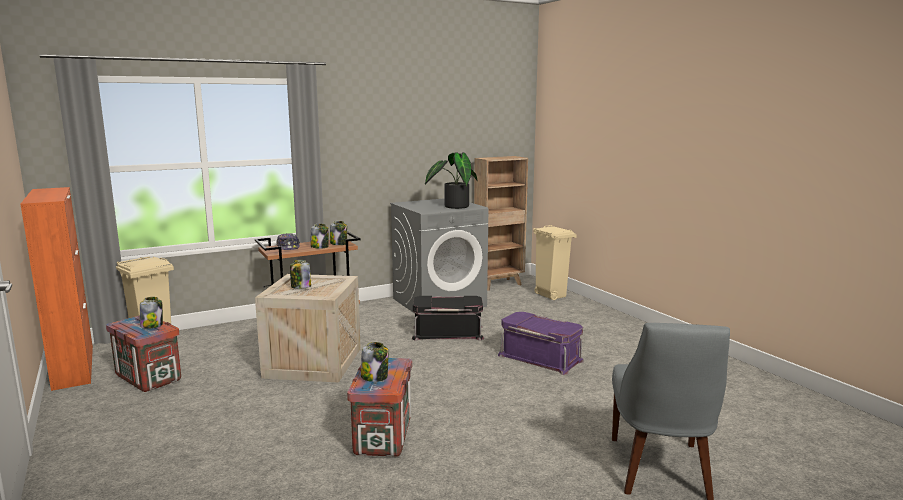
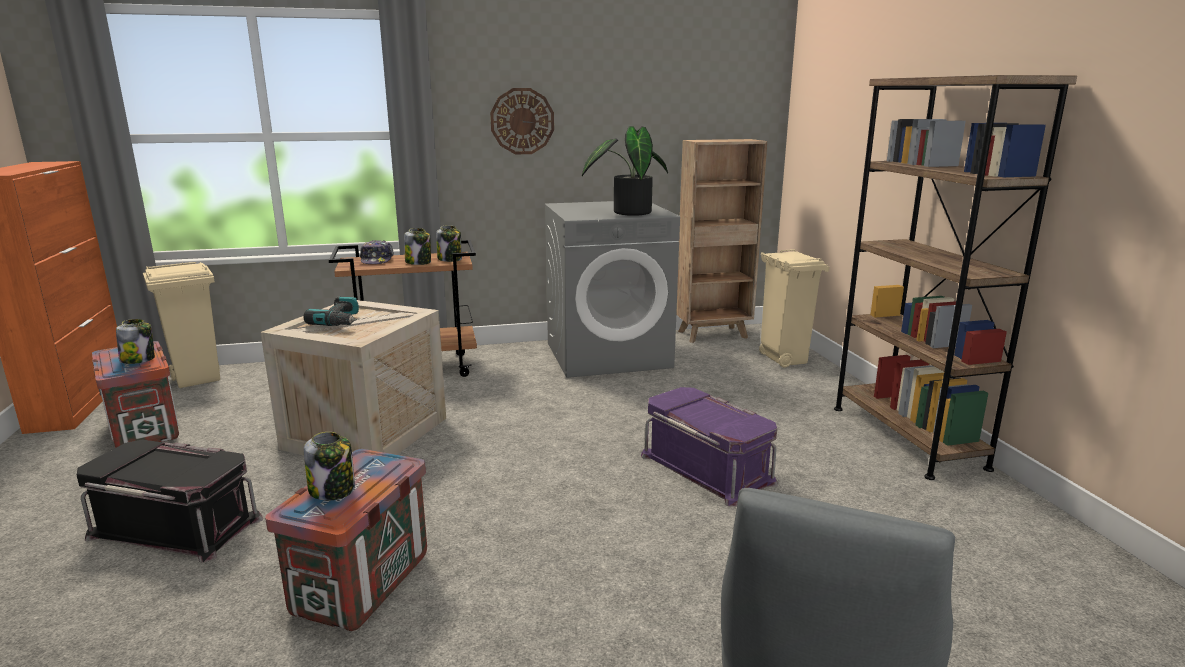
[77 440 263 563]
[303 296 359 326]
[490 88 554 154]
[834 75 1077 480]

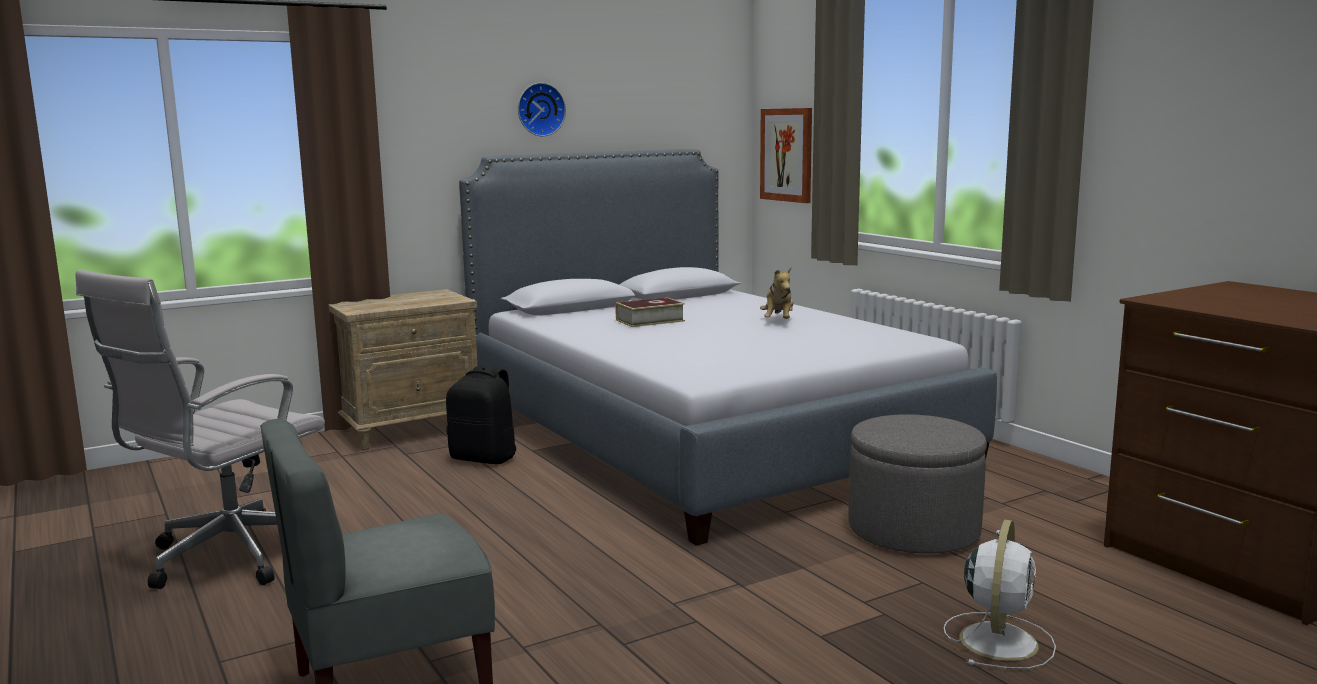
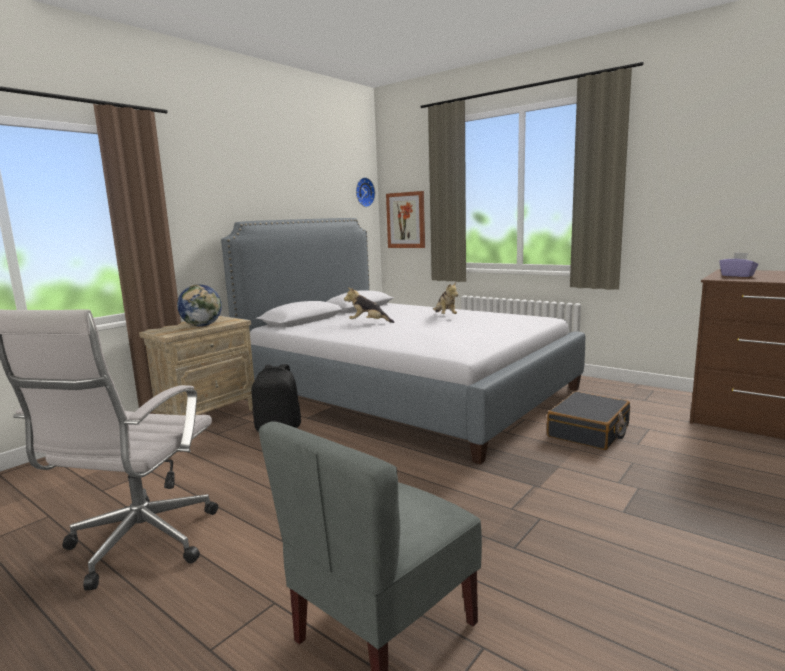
[177 284 222 327]
[344 287 395 323]
[356 177 375 207]
[547 392 630 450]
[719 252 758 277]
[944 520 1056 669] (first image)

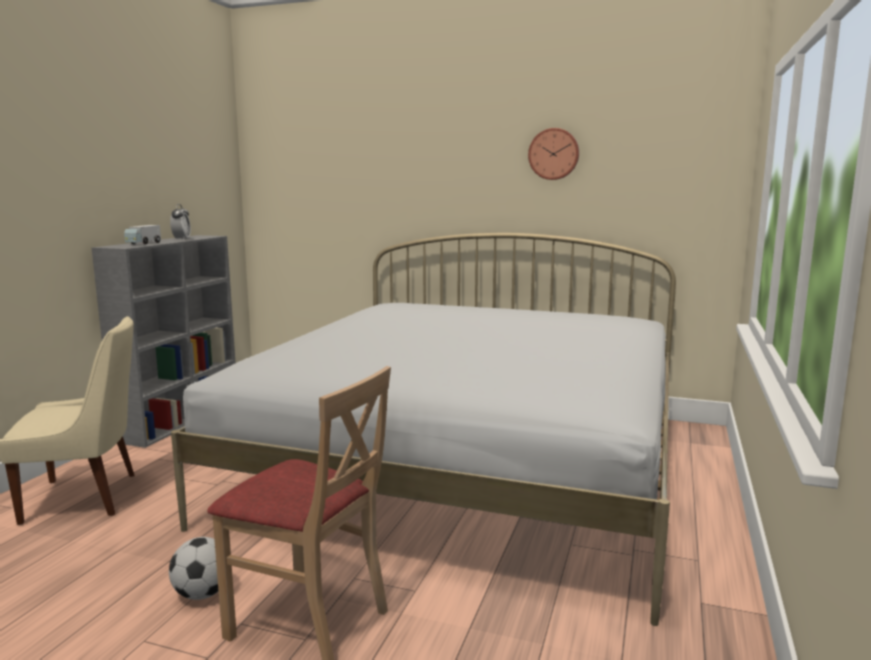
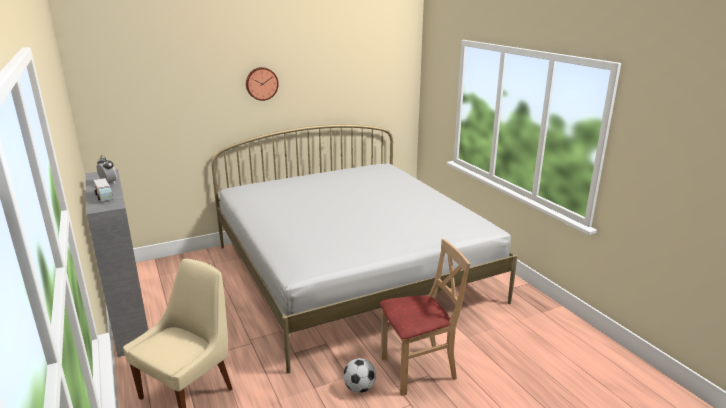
[246 67 279 101]

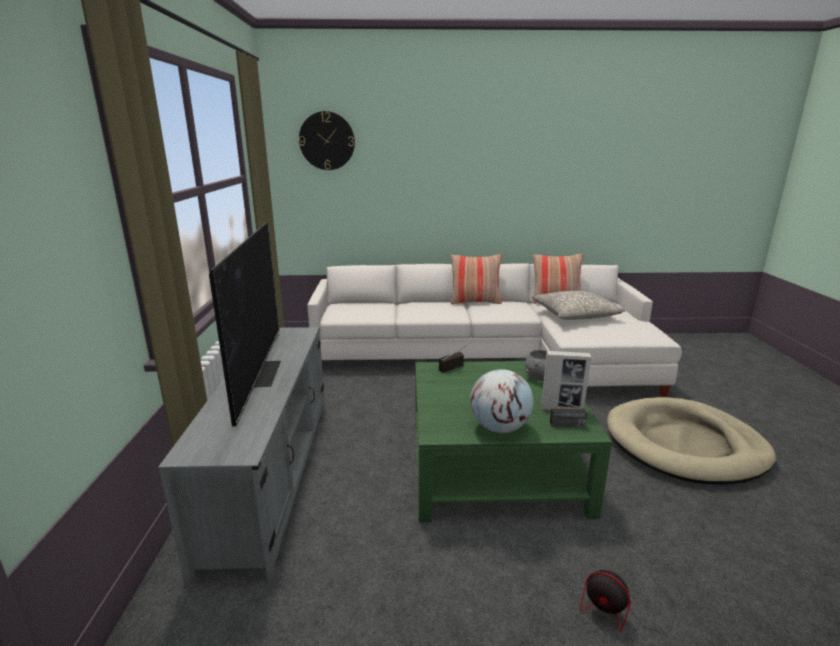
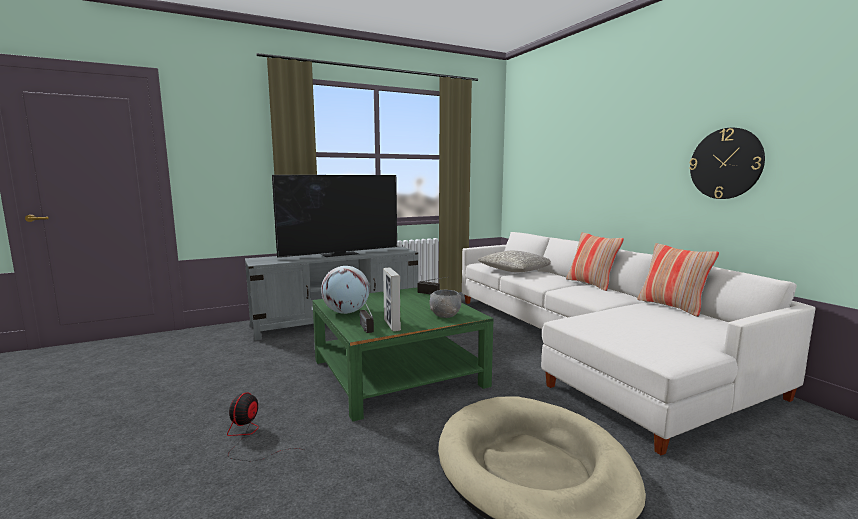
[478 251 551 272]
[689 128 765 199]

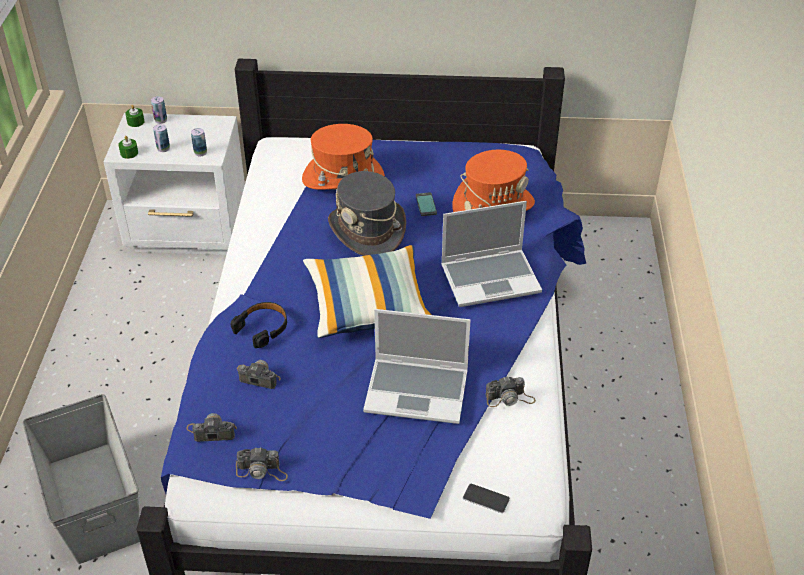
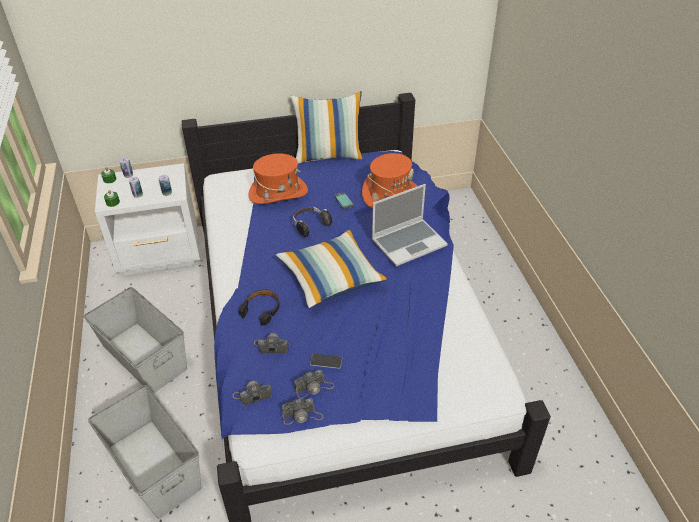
[84 287 187 393]
[291 91 363 164]
[293 207 332 237]
[294 370 334 399]
[310 354 342 369]
[363 309 471 424] (first image)

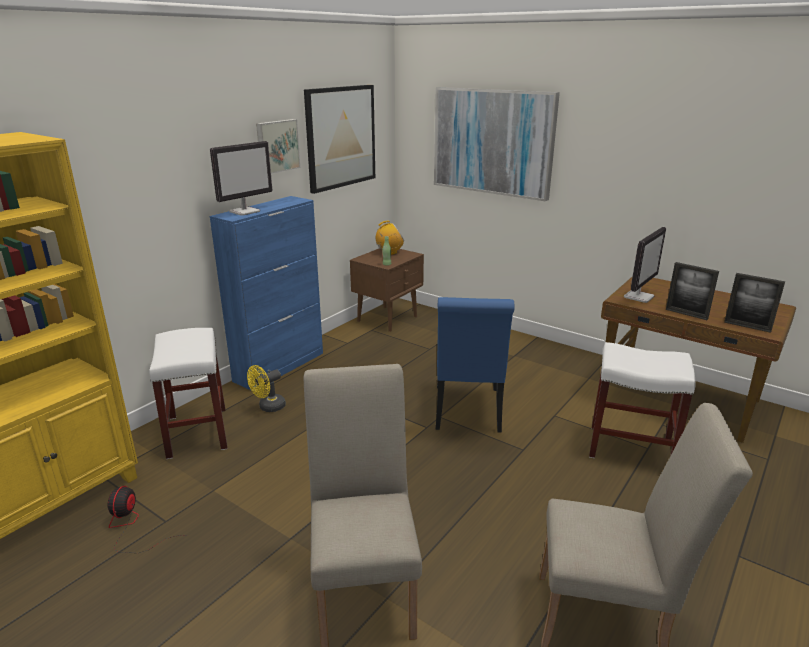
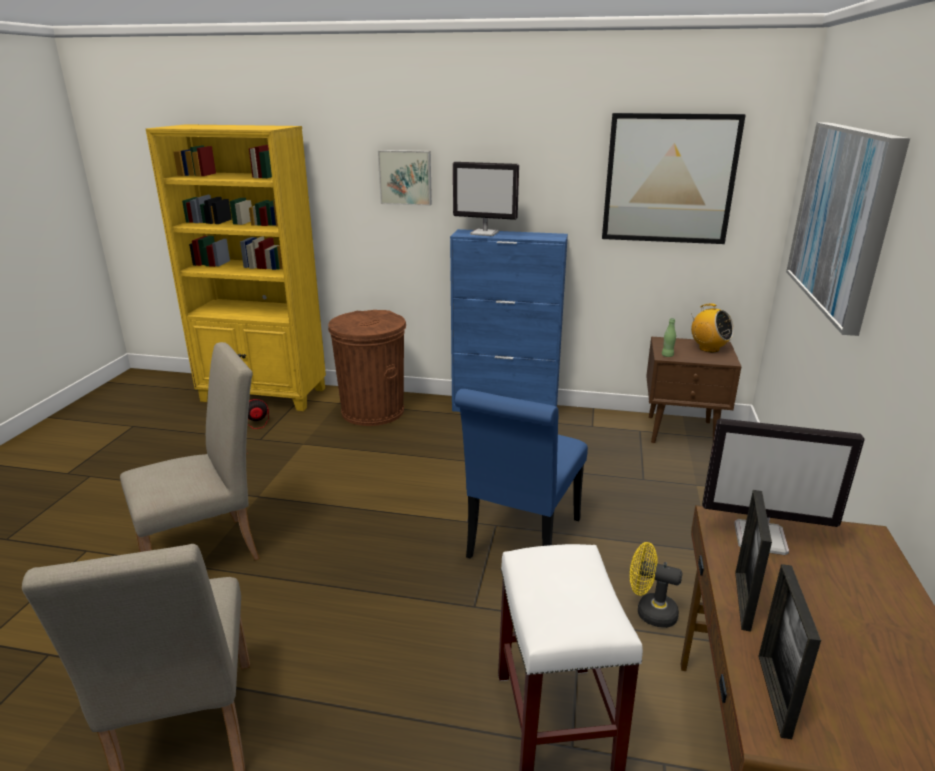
[328 310 406 426]
[378 150 432 206]
[455 389 588 559]
[630 542 683 628]

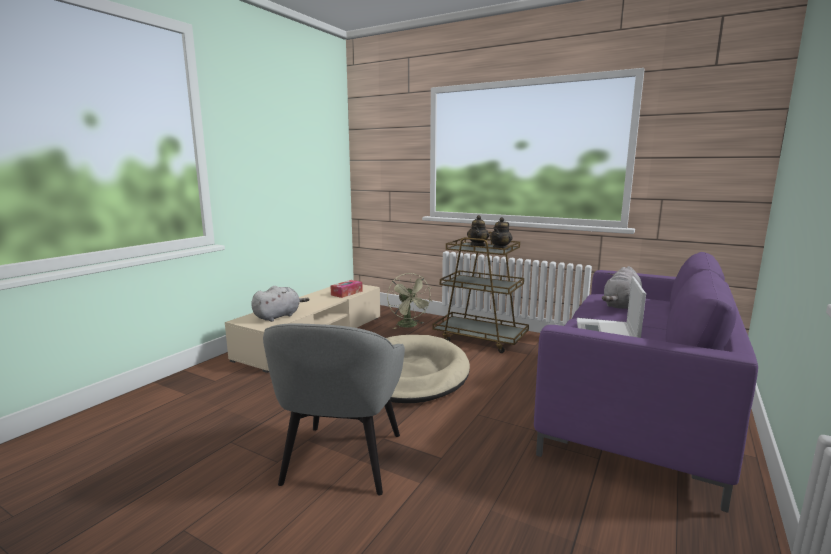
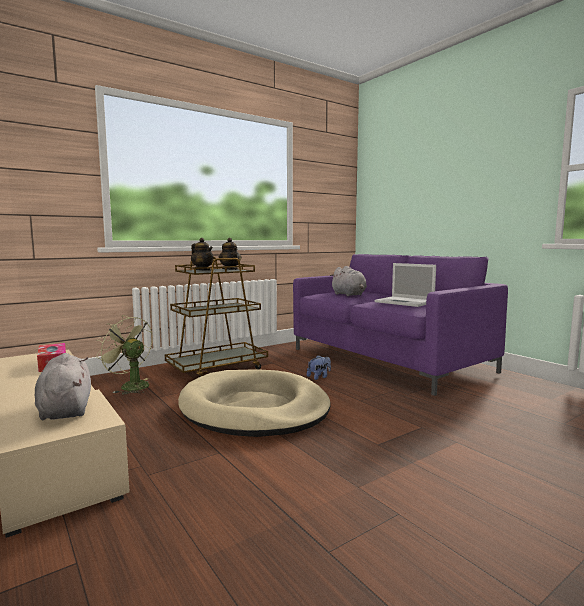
[96 315 153 395]
[307 355 331 380]
[263 323 405 495] (first image)

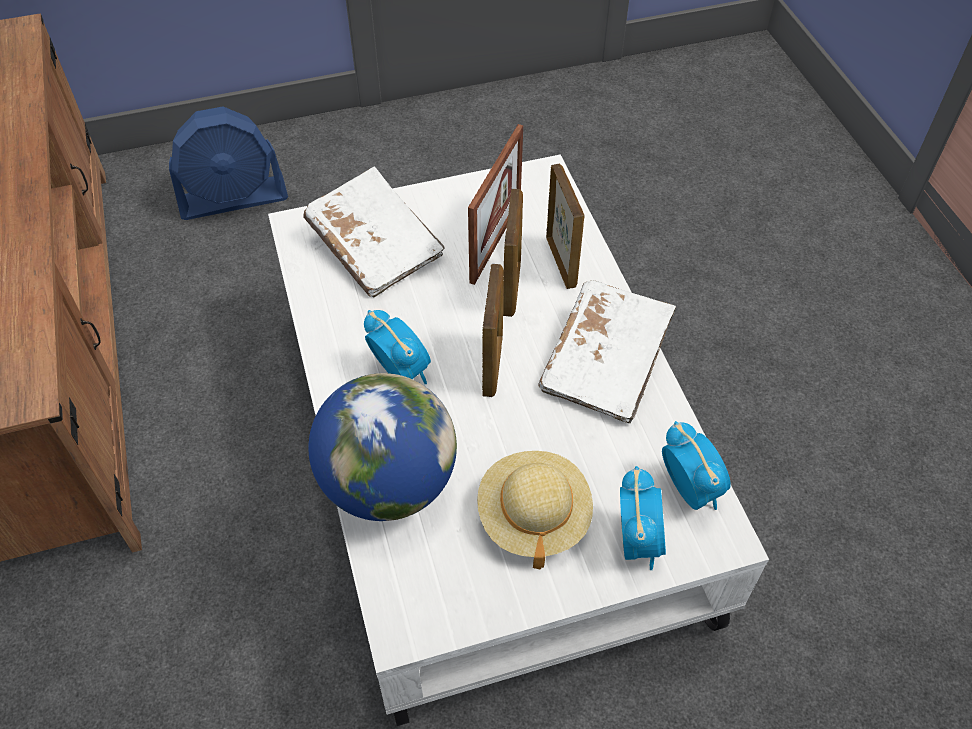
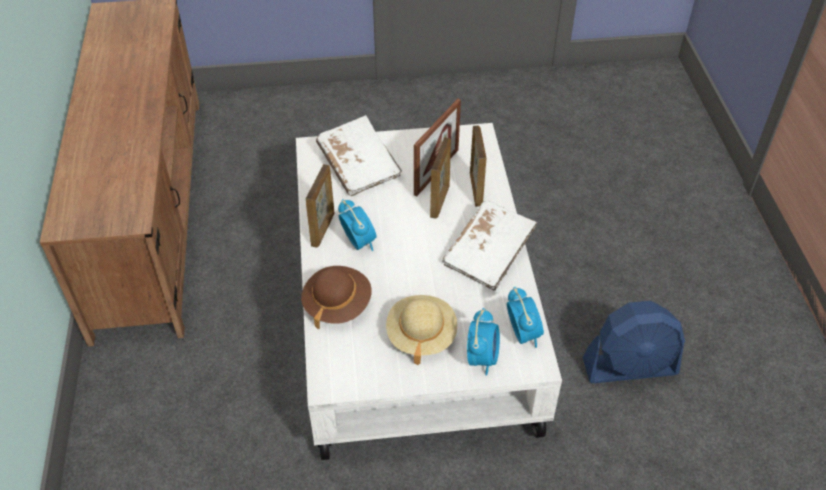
[301 266 372 330]
[306 164 335 248]
[583 301 685 383]

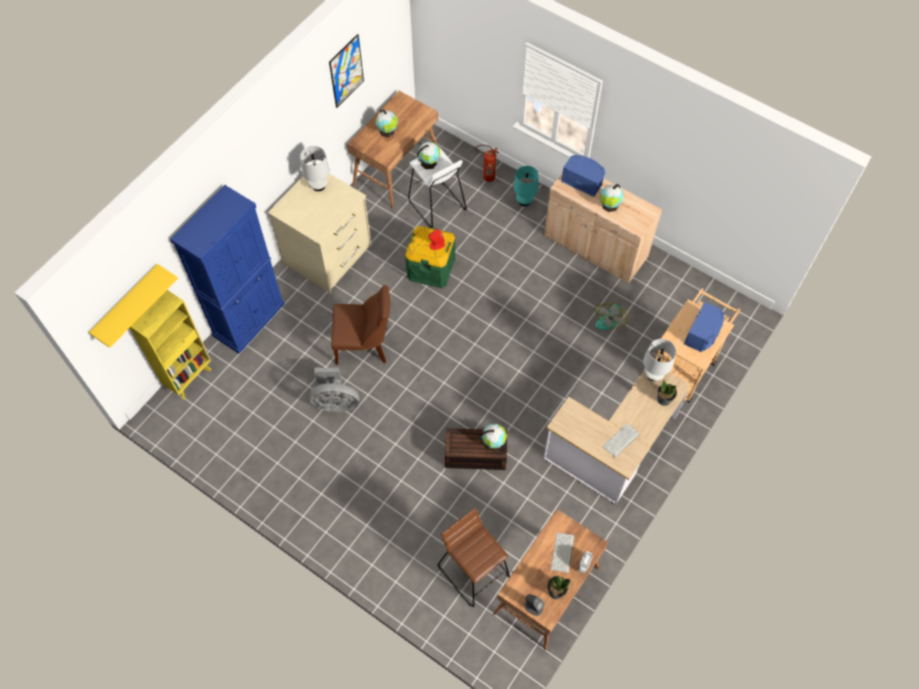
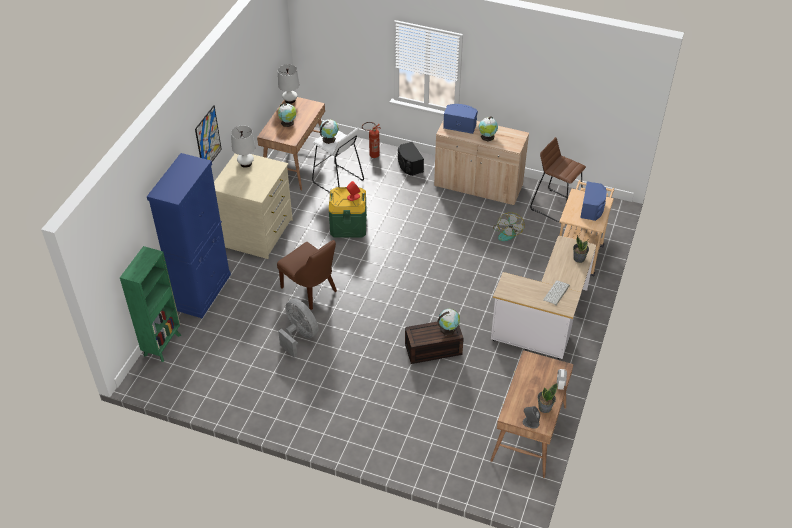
[120 246 181 362]
[195 105 222 162]
[277 240 337 310]
[278 64 299 104]
[278 299 318 357]
[398 142 424 176]
[530 137 586 222]
[89 264 178 348] (first image)
[551 532 575 573] (first image)

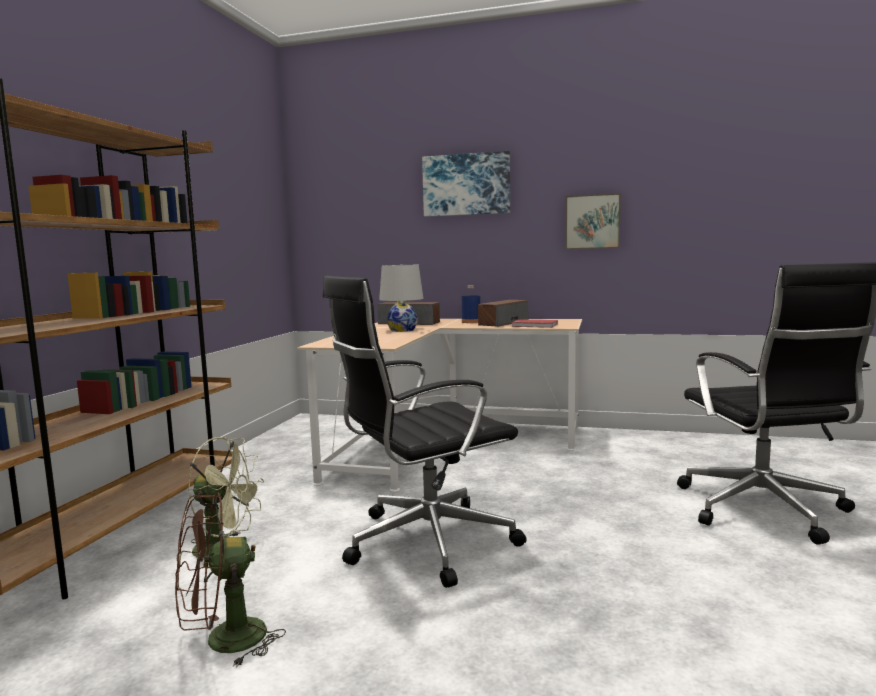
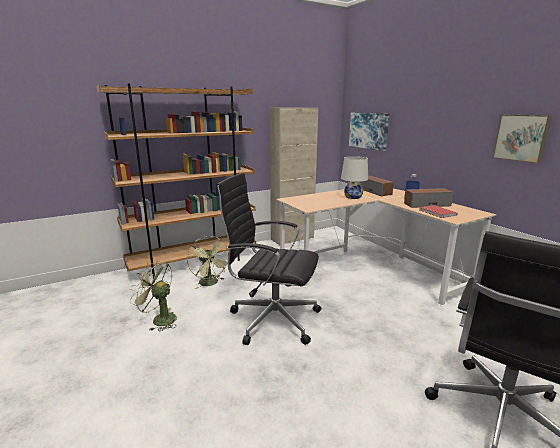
[130 261 177 332]
[270 108 318 245]
[349 113 390 151]

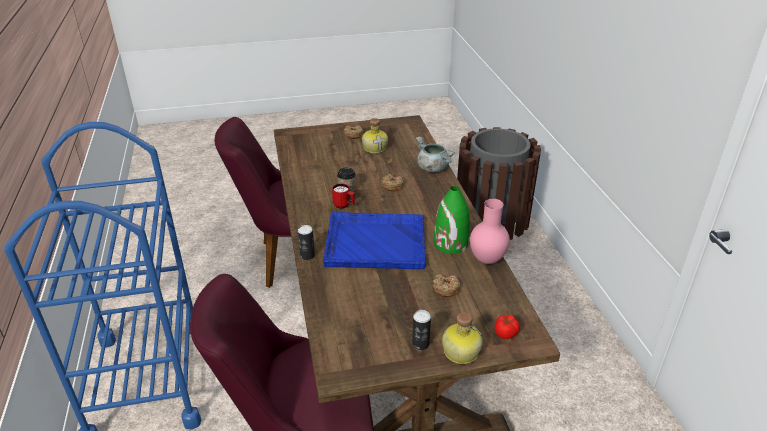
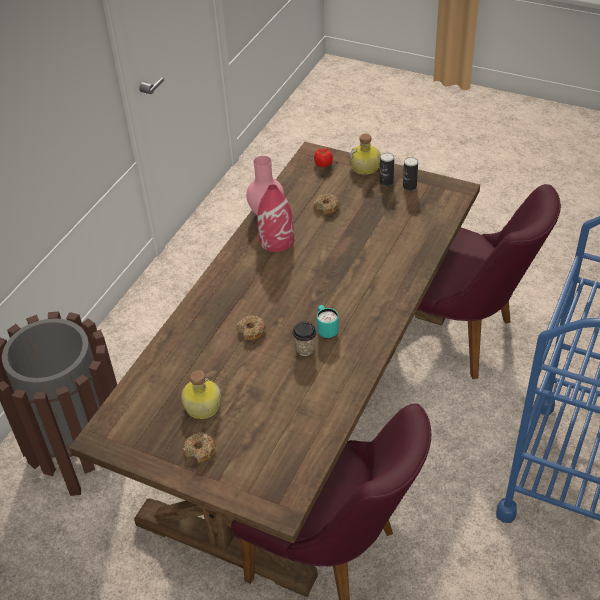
[257 184 294 252]
[317 305 339 339]
[403 157 418 191]
[323 212 426 269] (first image)
[416 137 455 172] (first image)

